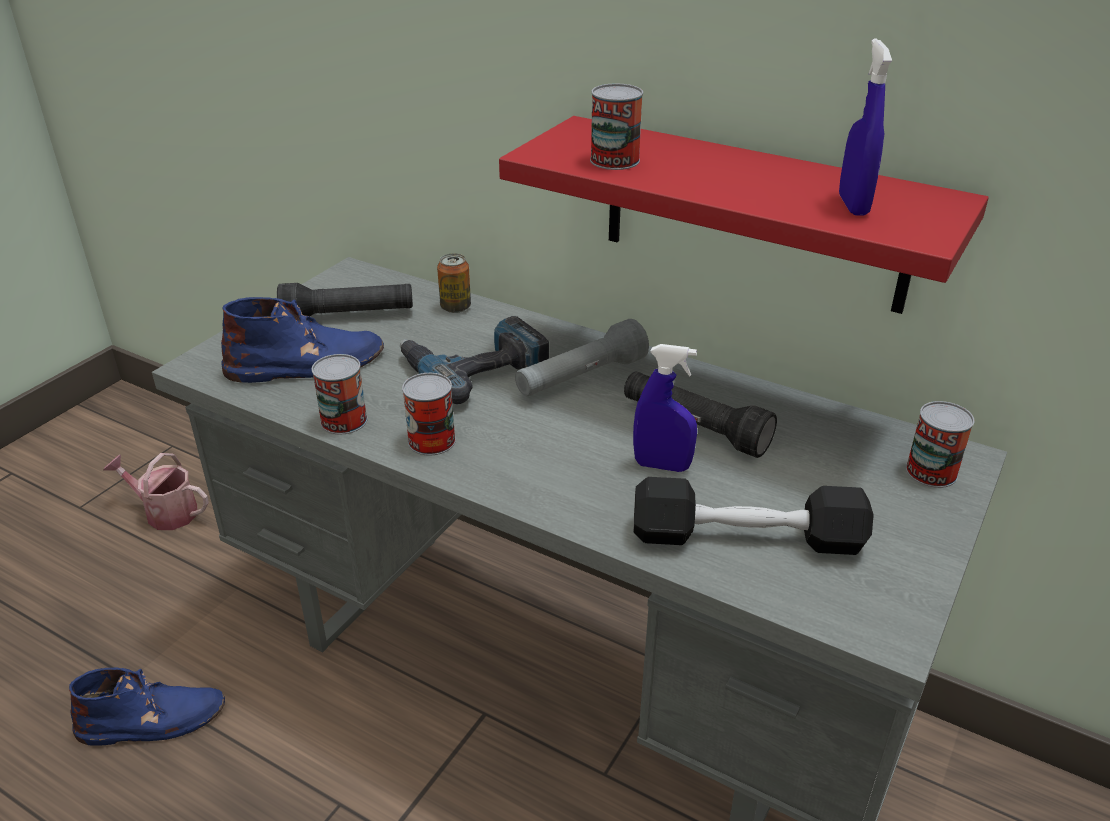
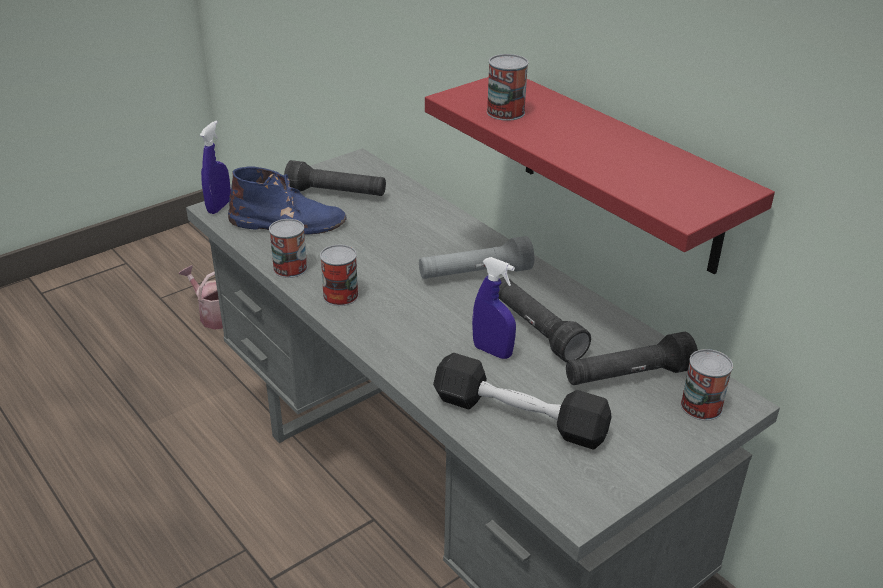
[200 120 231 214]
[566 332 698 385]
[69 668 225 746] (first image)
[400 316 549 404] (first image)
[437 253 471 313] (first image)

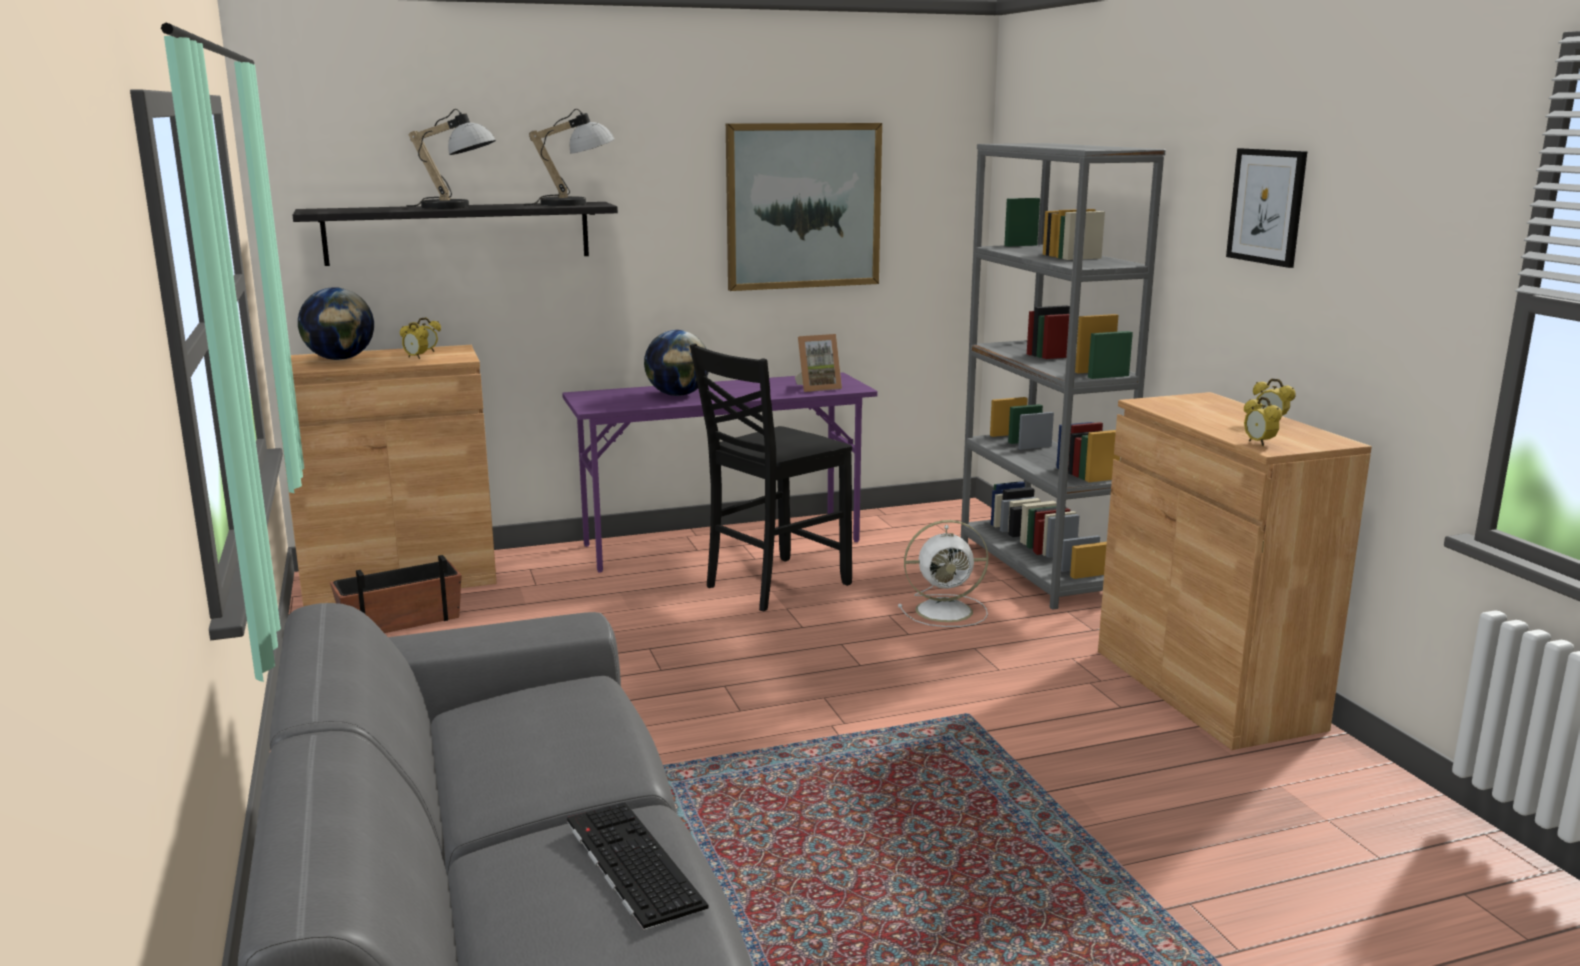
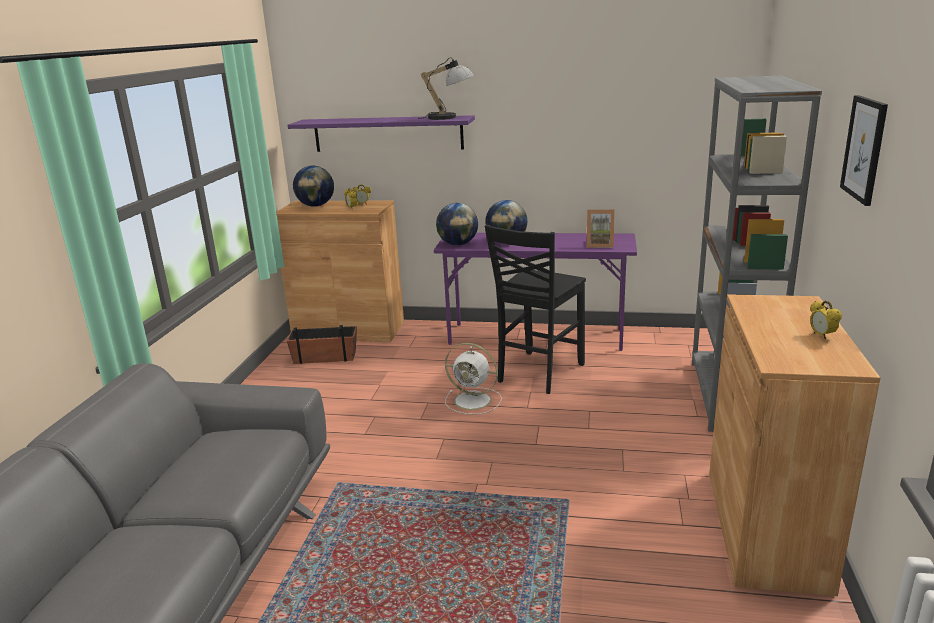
[288 115 475 152]
[436 203 478 245]
[445 343 502 415]
[485 225 586 394]
[406 109 496 209] (first image)
[567 802 709 931] (first image)
[726 123 882 291] (first image)
[1244 397 1283 446] (first image)

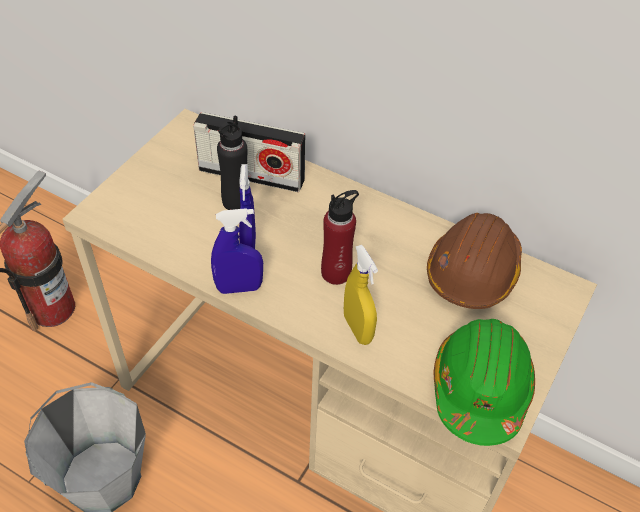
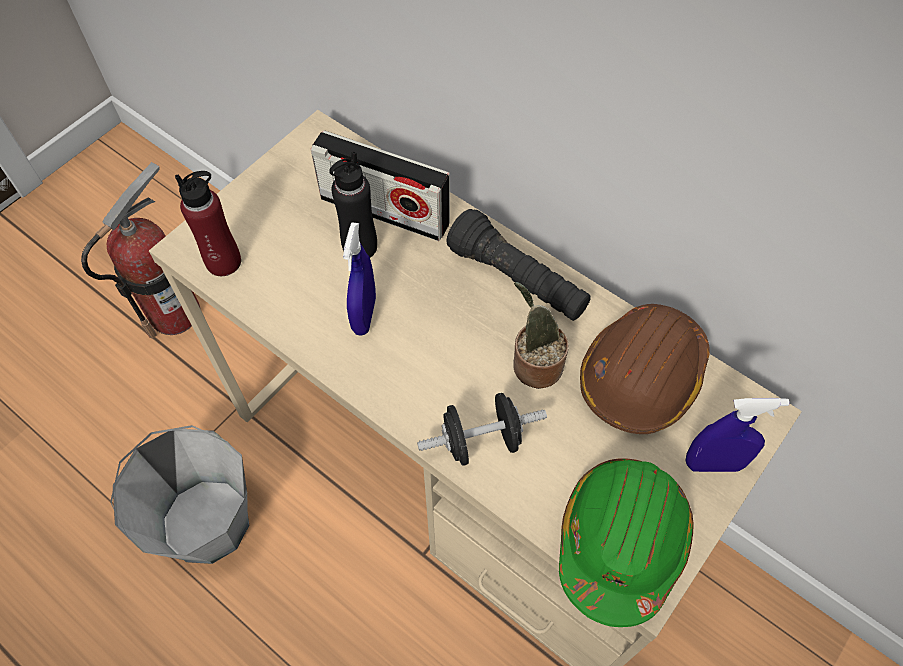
[175 171 241 276]
[417 393 547 466]
[446 209 591 321]
[513 282 569 389]
[685 398 789 472]

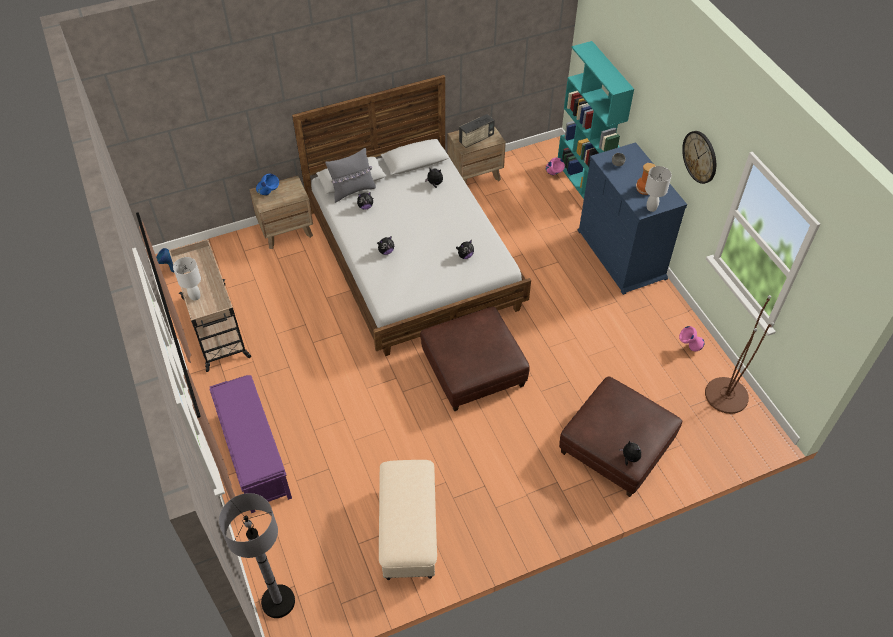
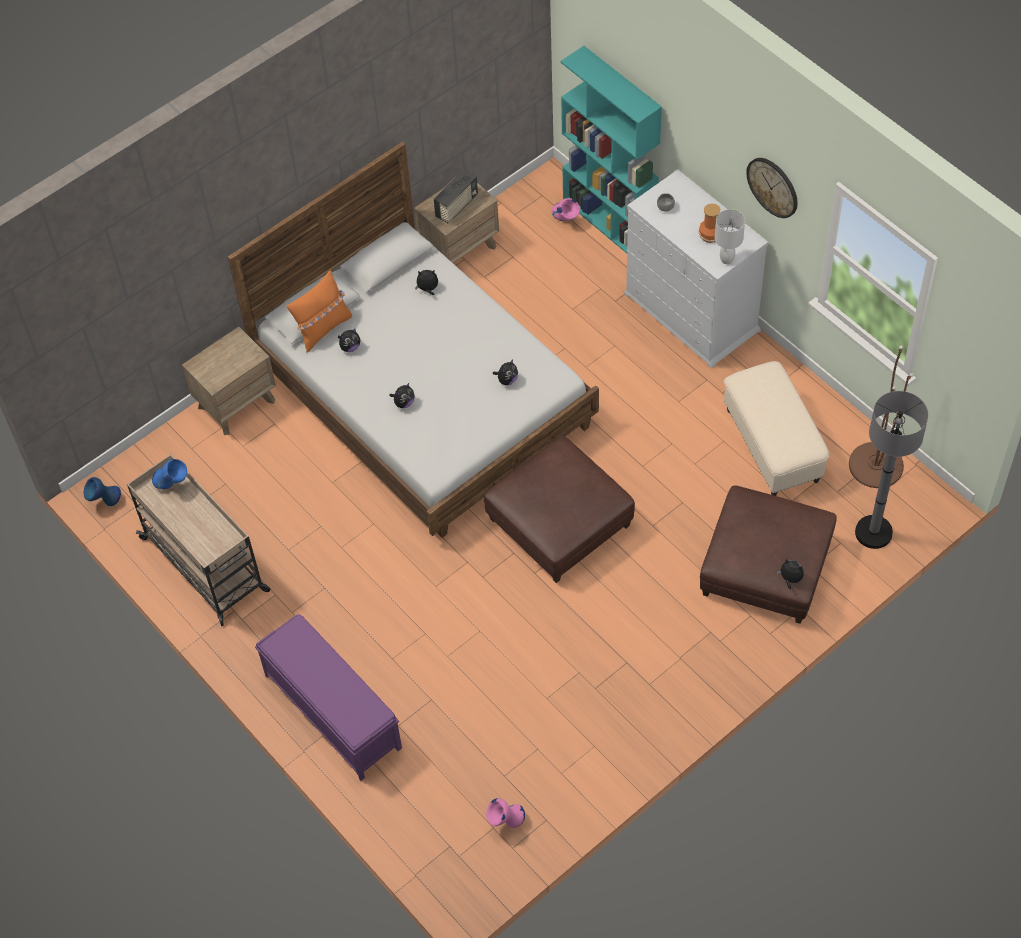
[152 459 187 489]
[287 270 352 353]
[486 798 525 828]
[624 170 768 369]
[724 361 829 496]
[855 391 928 549]
[173 257 201 301] (first image)

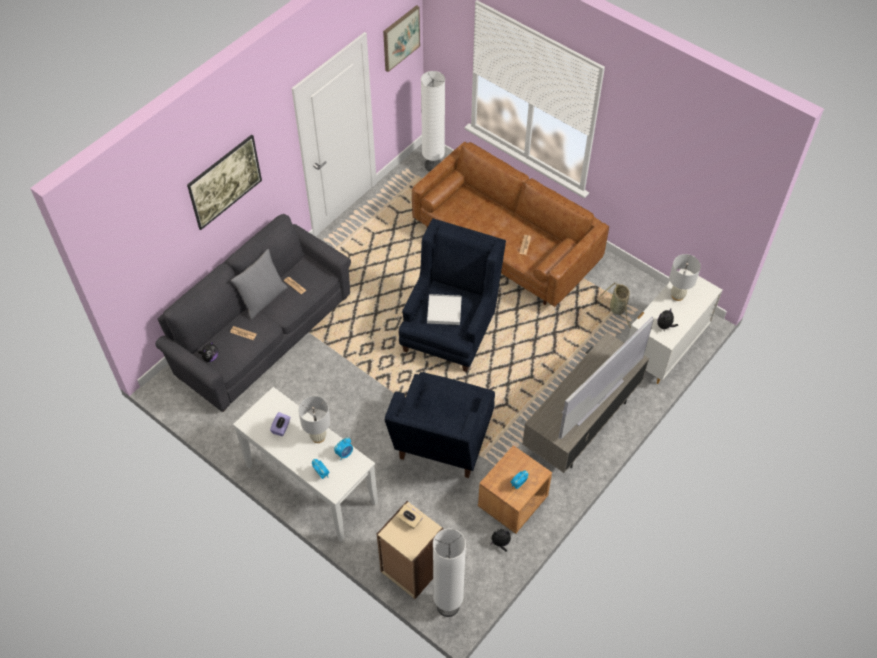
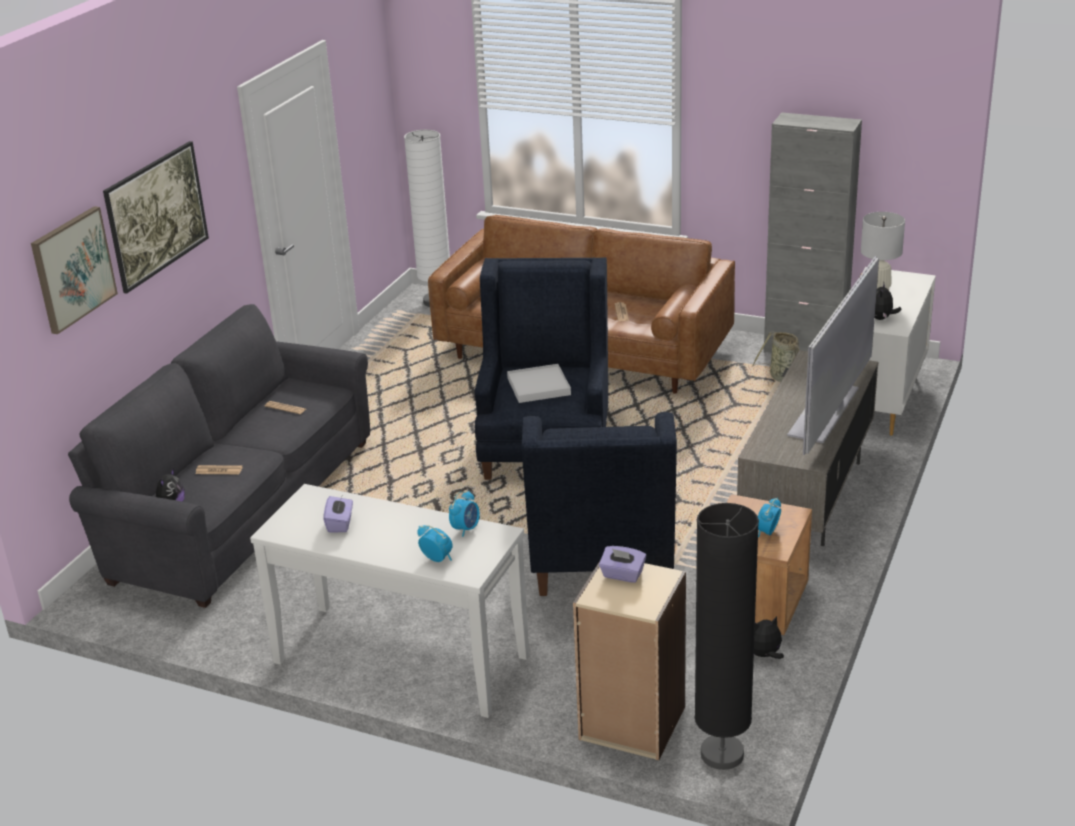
[31 206 118 334]
[599 546 646 583]
[695 503 759 770]
[764 112 862 353]
[231 249 287 319] (first image)
[298 396 331 443] (first image)

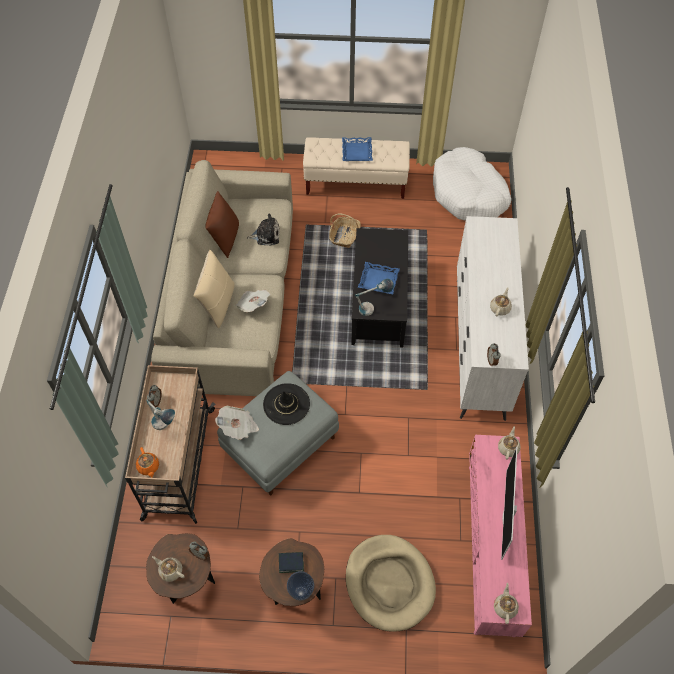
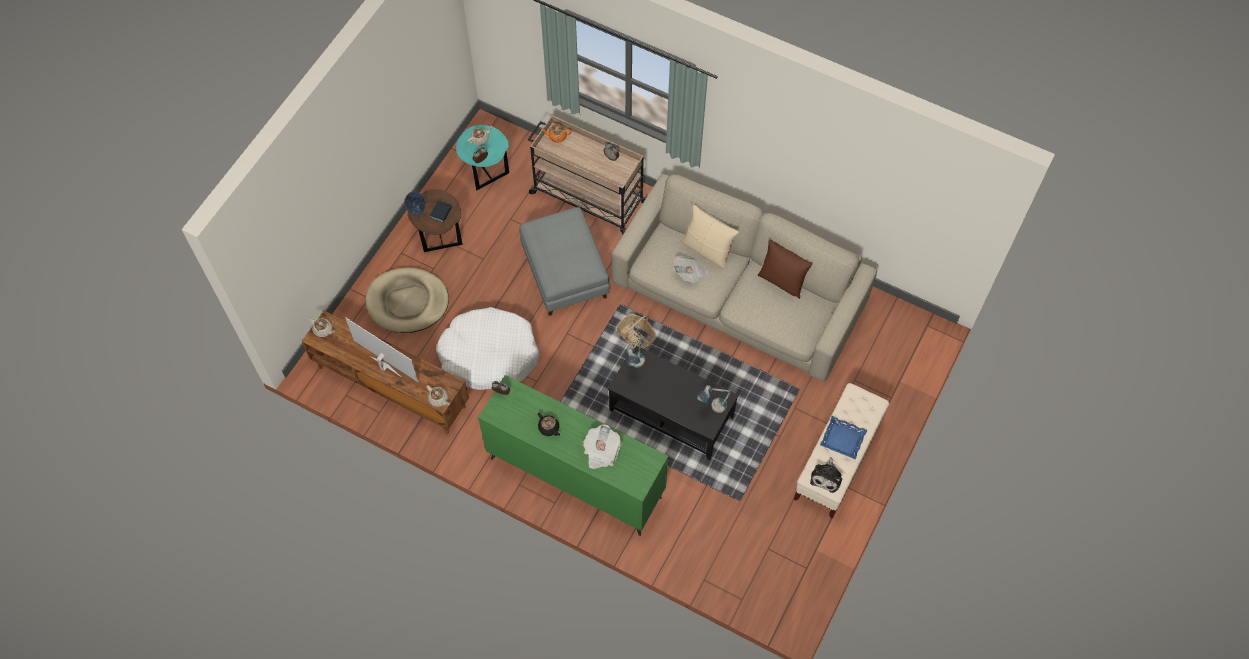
[302 310 469 434]
[436 307 539 390]
[456 125 509 190]
[478 375 668 536]
[538 412 560 436]
[583 424 621 469]
[615 314 656 350]
[696 385 732 413]
[810 457 842 493]
[263 383 310 425] (first image)
[358 262 400 294] (first image)

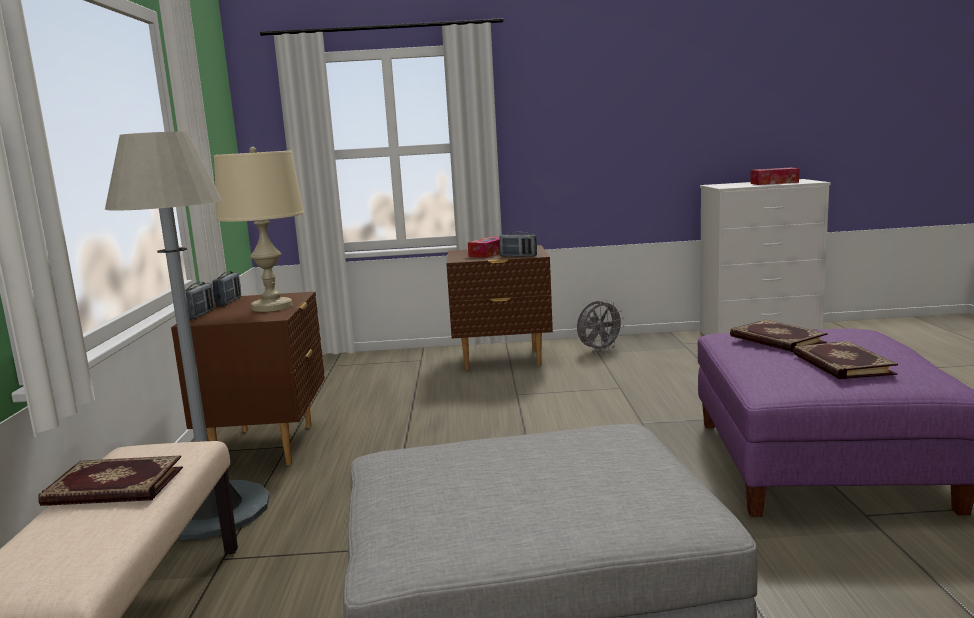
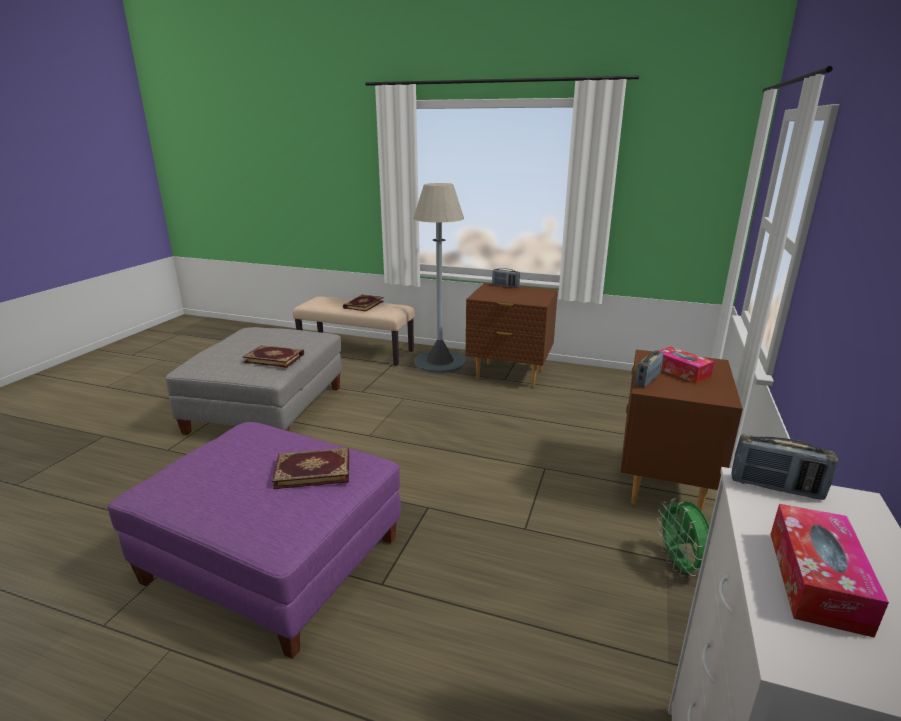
[242 345 304 368]
[657 498 709 577]
[732 434 838 500]
[214 147 304 312] (first image)

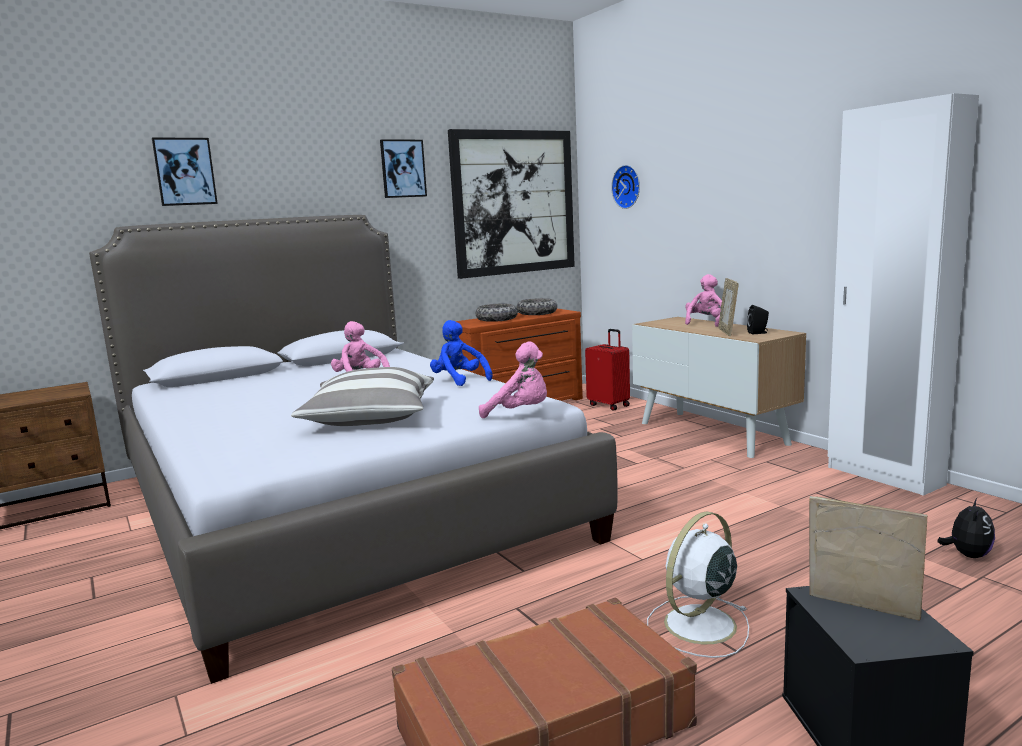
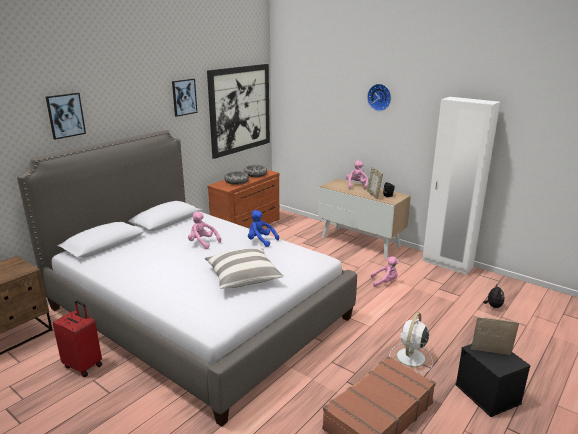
[53 300 102 377]
[367 84 391 111]
[371 256 399 287]

